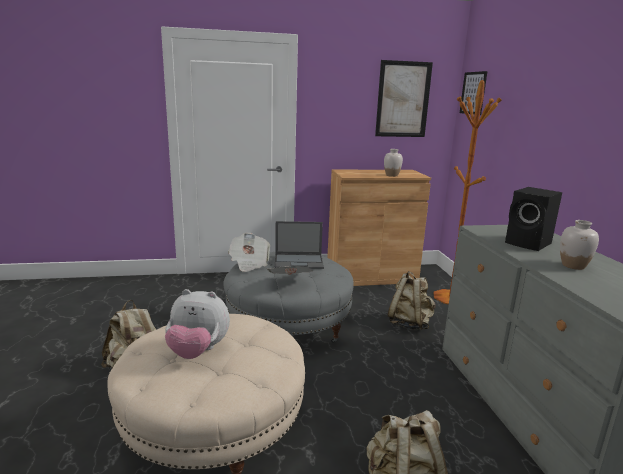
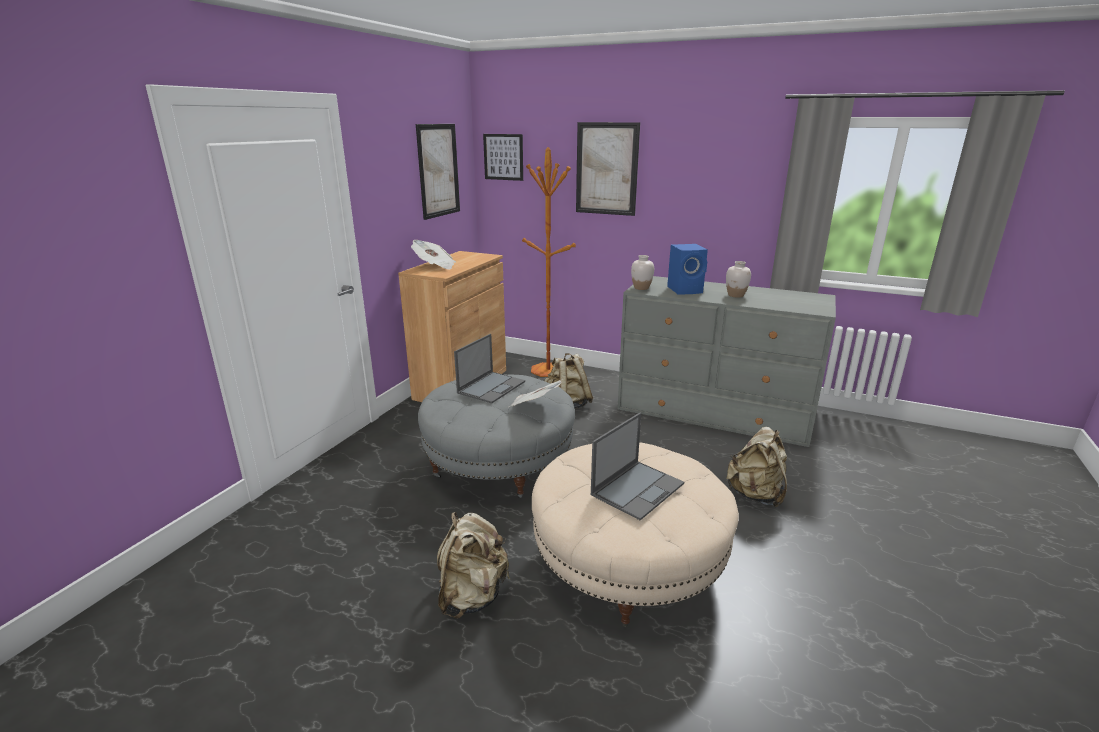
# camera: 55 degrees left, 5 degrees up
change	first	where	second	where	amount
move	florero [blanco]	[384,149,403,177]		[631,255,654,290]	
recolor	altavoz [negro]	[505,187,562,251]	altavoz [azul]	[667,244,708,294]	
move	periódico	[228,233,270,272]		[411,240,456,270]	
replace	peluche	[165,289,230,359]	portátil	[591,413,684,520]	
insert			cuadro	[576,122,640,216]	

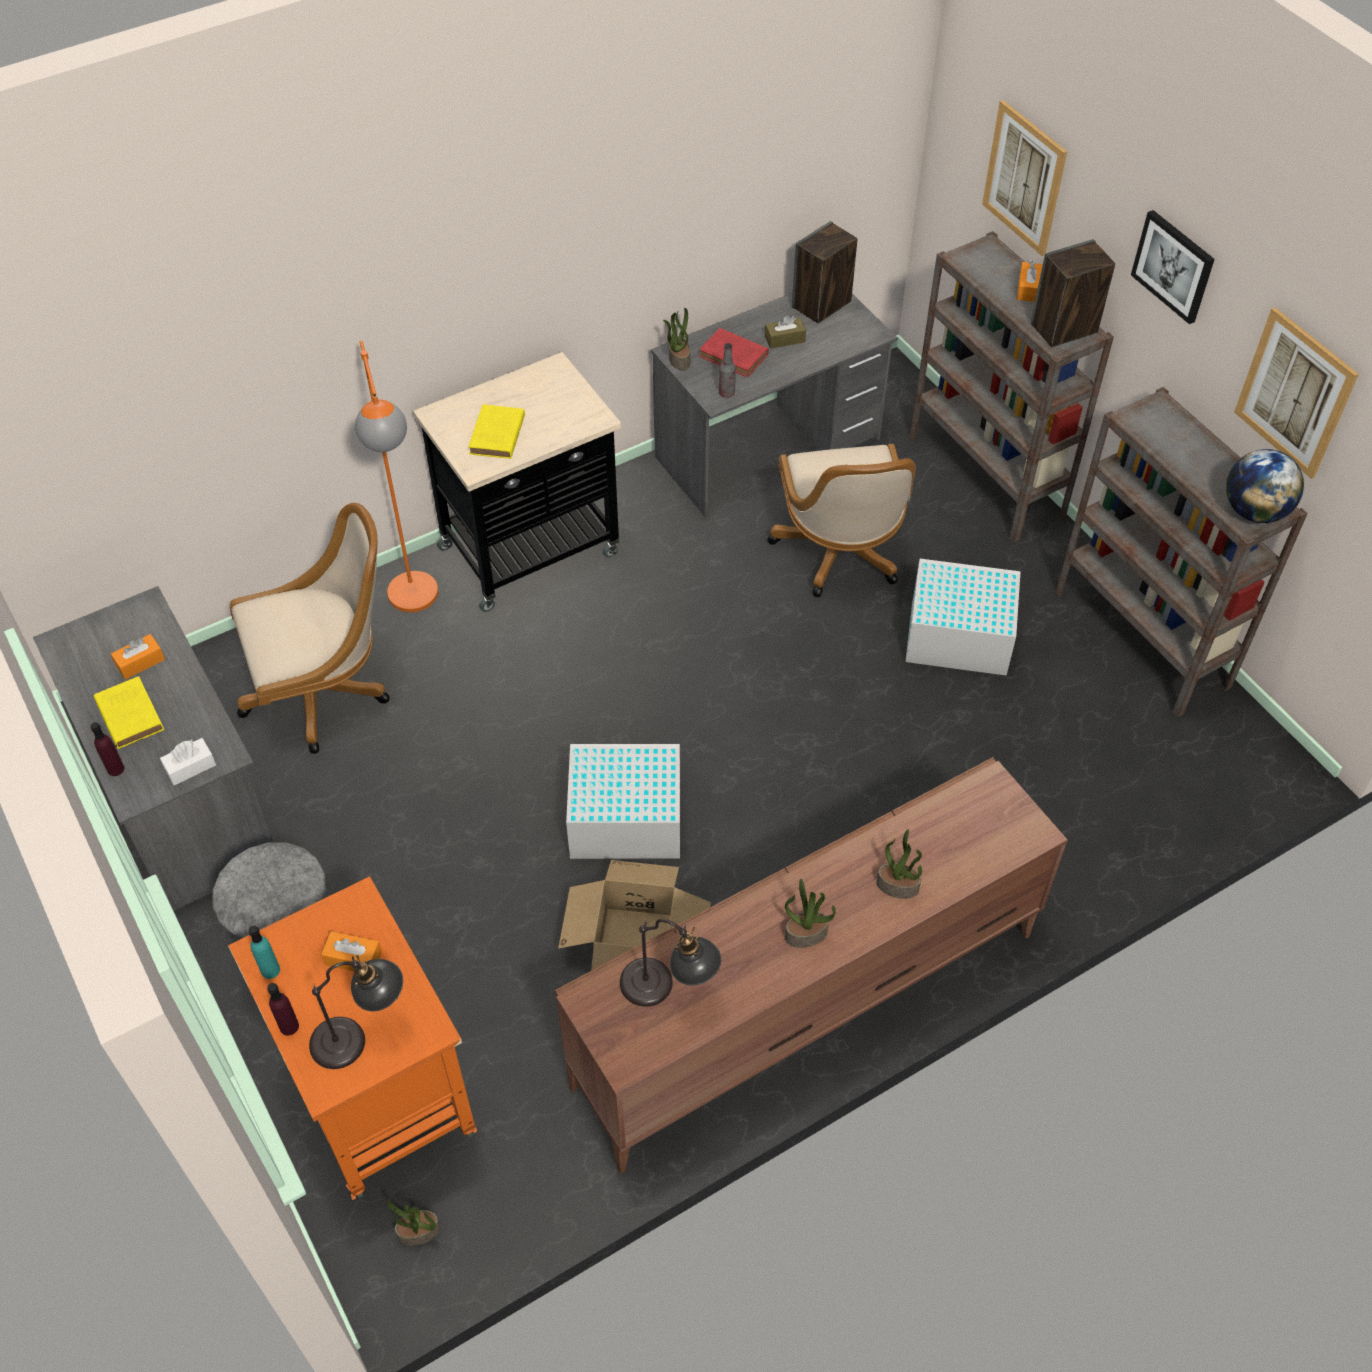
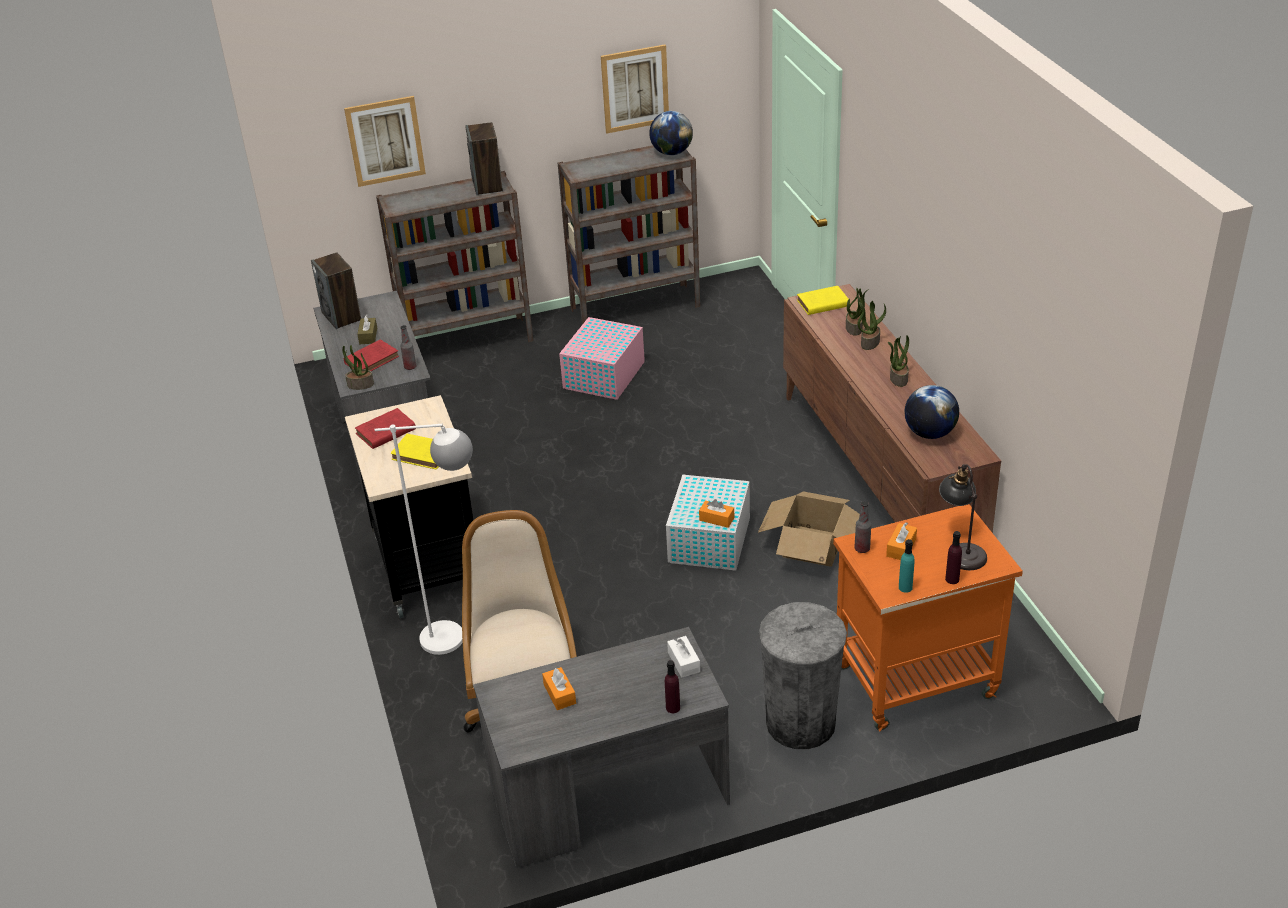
# camera: 75 degrees left, 15 degrees down
change	first	where	second	where	amount
delete	cuadro	[1131,210,1215,324]			
move	caja de pañuelos [naranja]	[1017,260,1043,302]		[699,499,734,528]	
recolor	lámpara de pie [naranja]	[355,341,438,612]	lámpara de pie [blanco]	[375,424,473,655]	
delete	silla de oficina	[767,444,916,597]			
recolor	caja de almacenaje [blanco]	[905,559,1021,676]	caja de almacenaje [rosa]	[559,317,645,400]	
move	libro [amarillo]	[94,676,164,749]		[797,286,848,315]	
replace	lámpara de mesa [gris]	[620,919,721,1007]	globo terráqueo	[905,385,959,439]	
move	planta en maceta	[387,1198,440,1246]		[846,288,869,336]	
insert			libro [rojo]	[355,408,416,449]	
insert			botella	[855,501,871,553]	

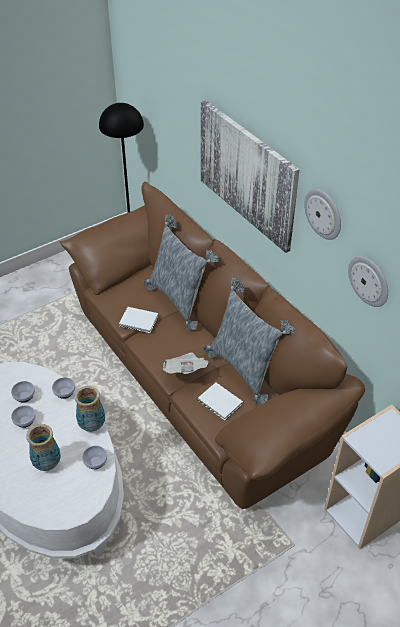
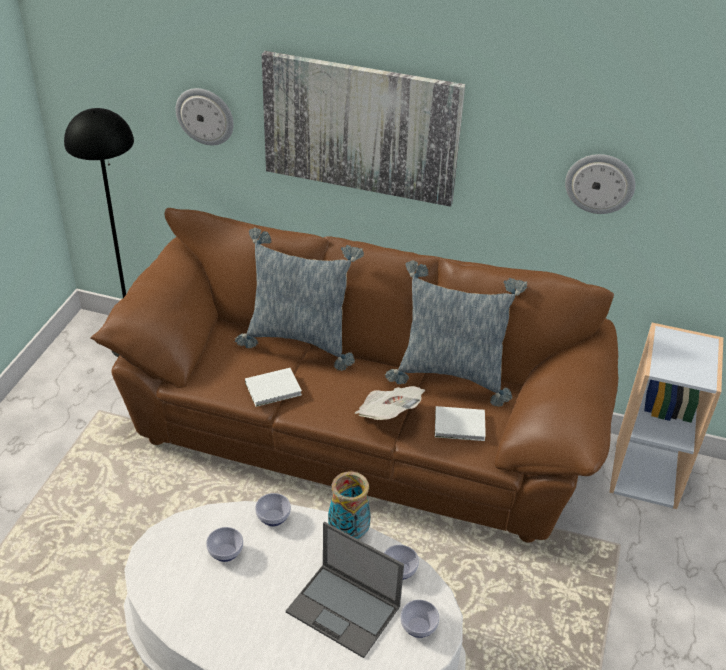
# camera: 40 degrees left, 5 degrees down
change	first	where	second	where	amount
move	reloj de pared	[304,189,341,240]		[176,88,234,145]	
move	cuenco	[11,405,36,428]		[400,600,439,638]	
replace	florero	[27,424,61,471]	portátil	[286,522,404,658]	

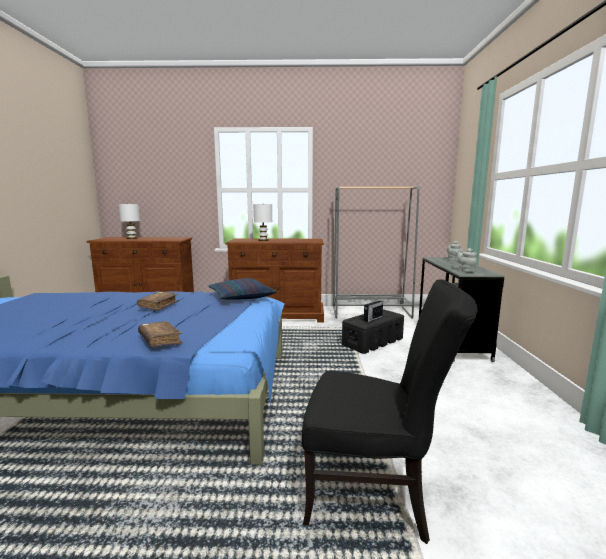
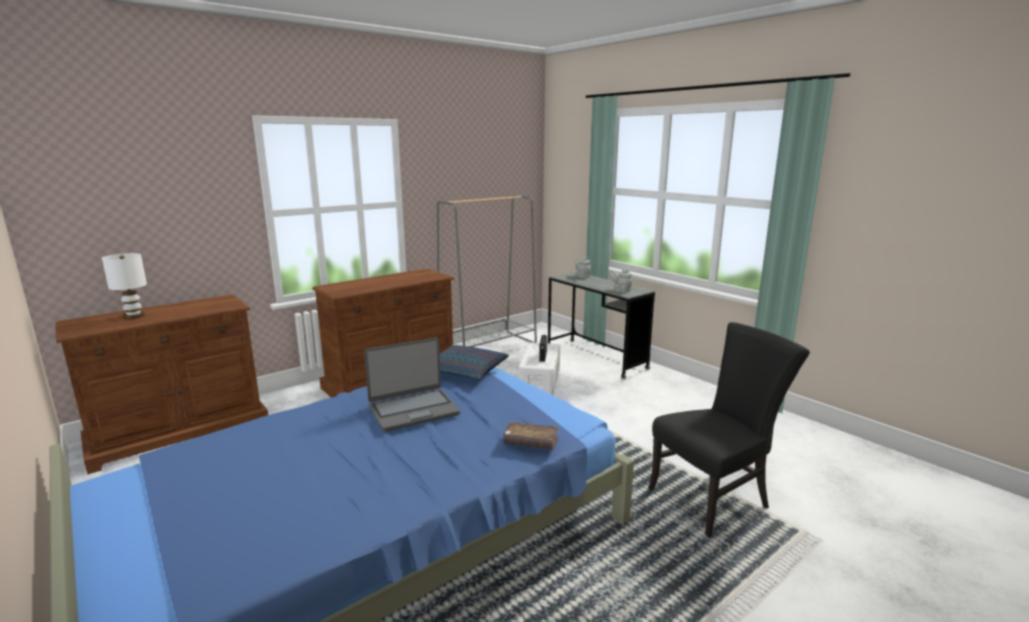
# camera: 40 degrees left, 5 degrees up
change	first	where	second	where	amount
delete	lámpara de mesa [blanco]	[253,204,272,241]			
replace	libro [marrón]	[137,292,178,311]	portátil	[364,338,460,432]	
recolor	caja de almacenaje [negro]	[342,309,404,354]	caja de almacenaje [blanco]	[518,343,560,395]	

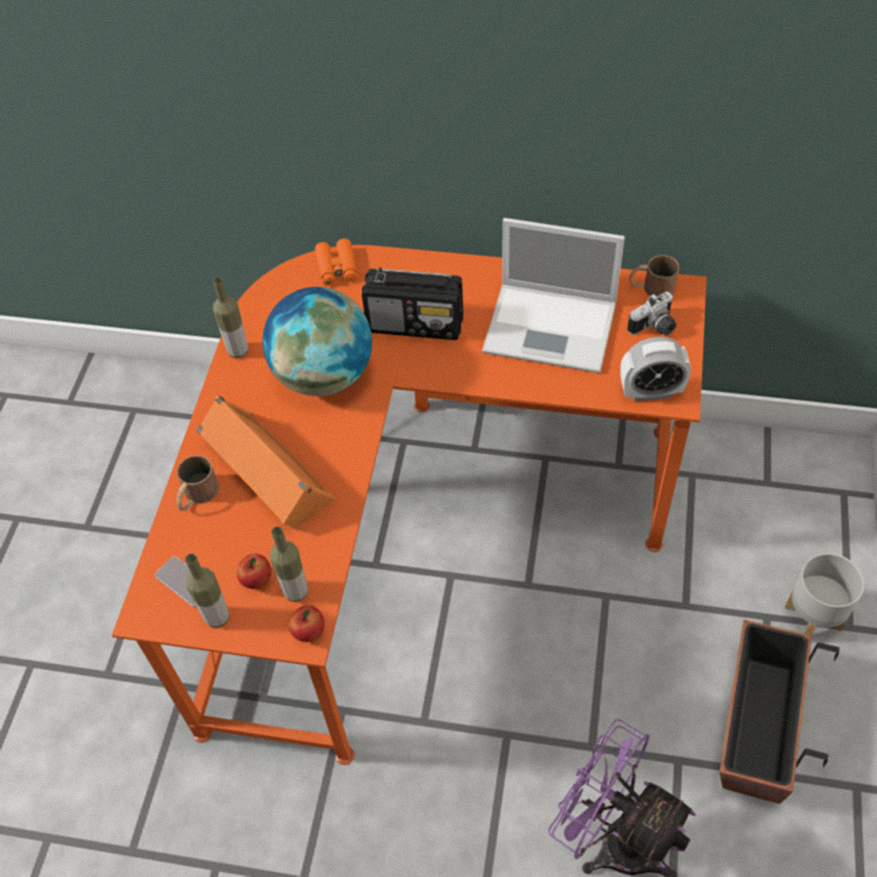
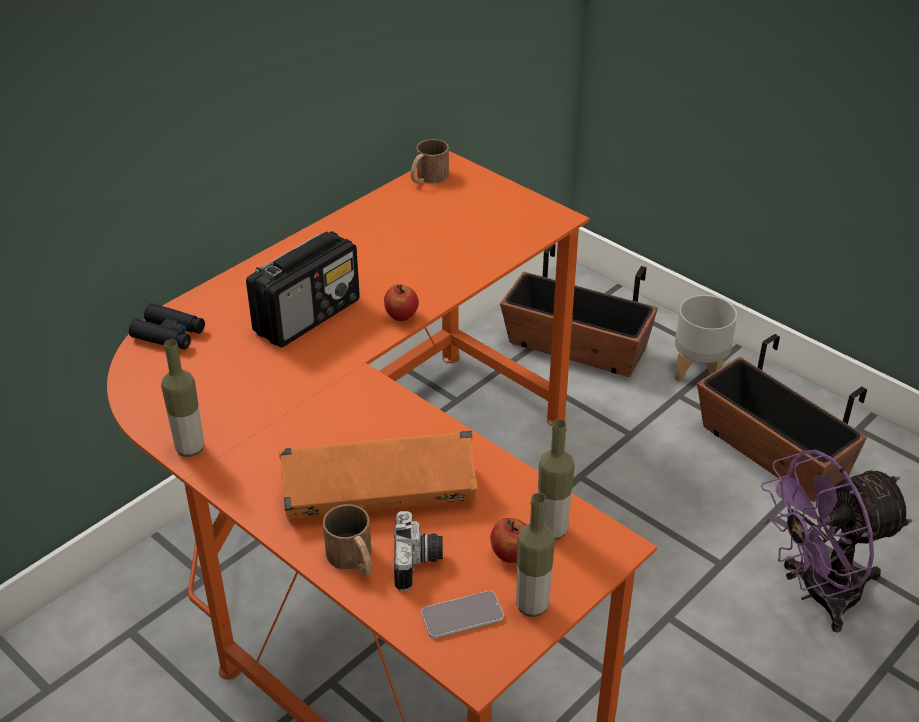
# camera: 60 degrees left, 15 degrees down
change	first	where	second	where	amount
delete	portátil	[482,218,625,373]			
recolor	prismáticos [naranja]	[315,239,357,286]	prismáticos [negro]	[129,303,205,350]	
delete	globo terráqueo	[263,287,372,396]			
move	cámara	[627,292,676,335]		[394,511,443,591]	
delete	despertador	[620,337,691,401]			
move	manzana	[289,605,325,642]		[384,284,419,321]	
insert			maceta	[500,244,658,377]	

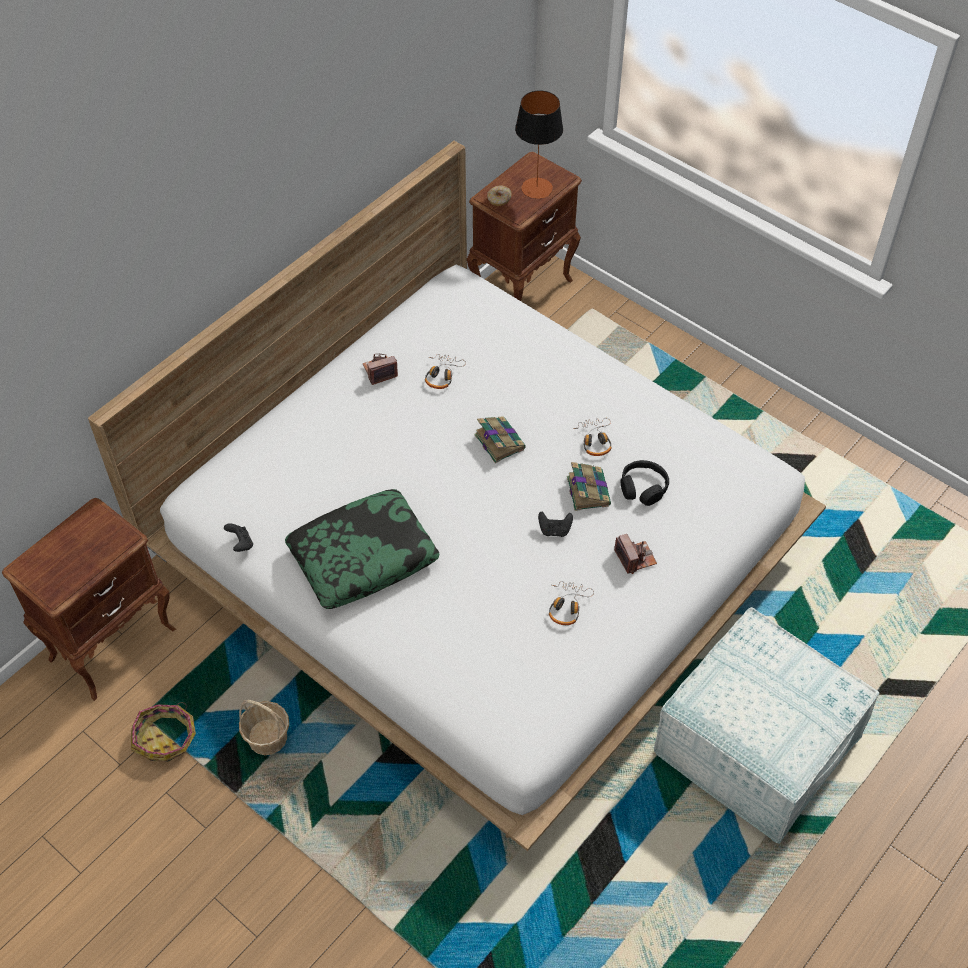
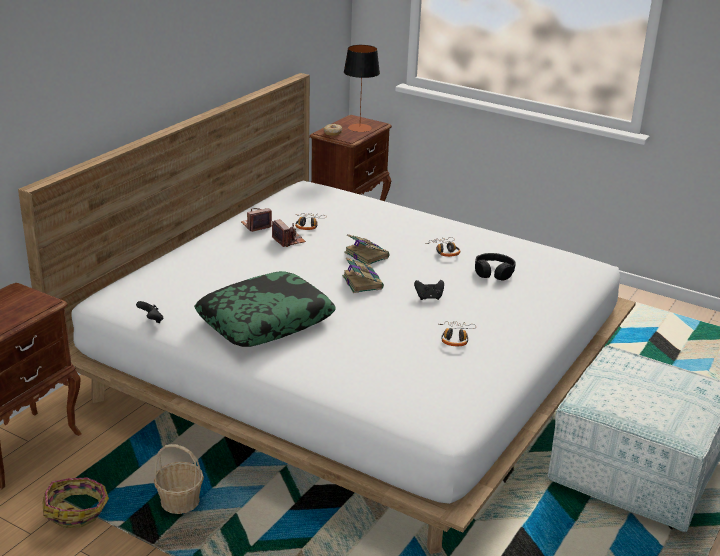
# camera: 10 degrees left, 25 degrees down
change	first	where	second	where	amount
move	libro	[567,462,611,511]		[342,257,384,293]	
move	cámara	[614,534,657,574]		[272,219,306,247]	

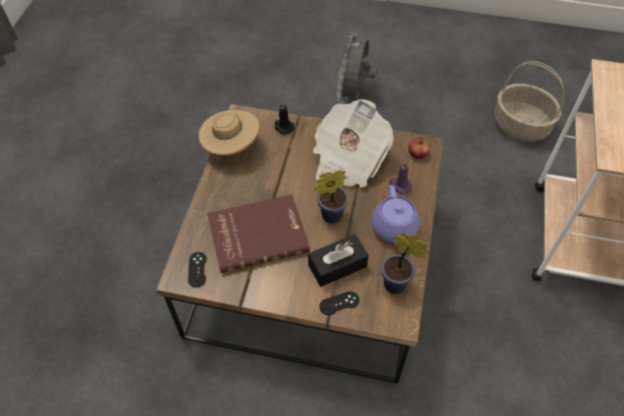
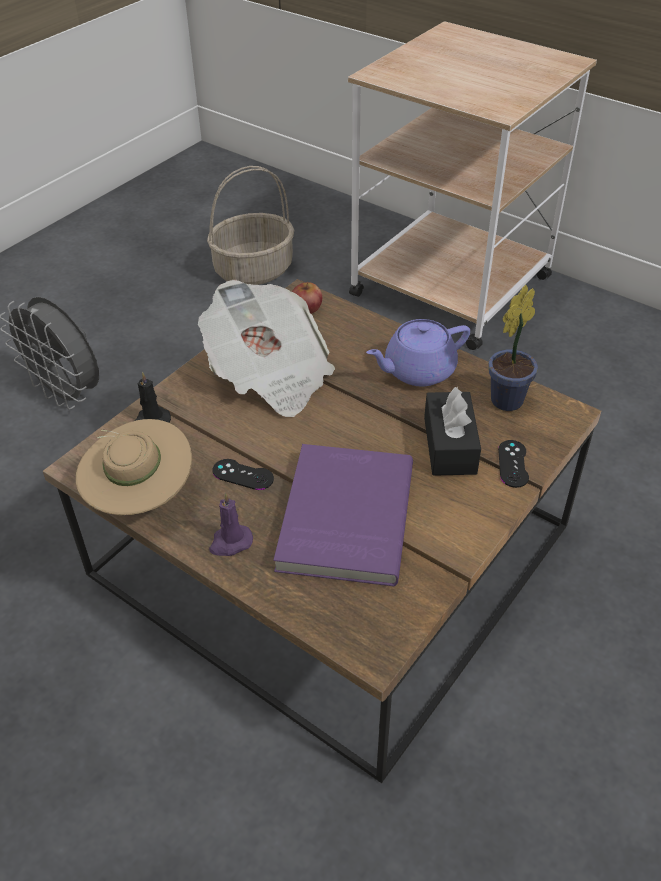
# camera: 65 degrees left, 10 degrees down
change	first	where	second	where	amount
move	vela [morado]	[389,161,412,194]		[209,493,253,556]	
delete	planta en maceta	[314,170,348,224]			
rotate	tetera [morado]	[371,185,420,244]		[366,319,470,387]	135 degrees clockwise
recolor	libro [rojo]	[207,194,310,273]	libro [morado]	[273,444,413,586]	
move	mando de consola [negro]	[188,252,207,287]		[212,459,274,490]	

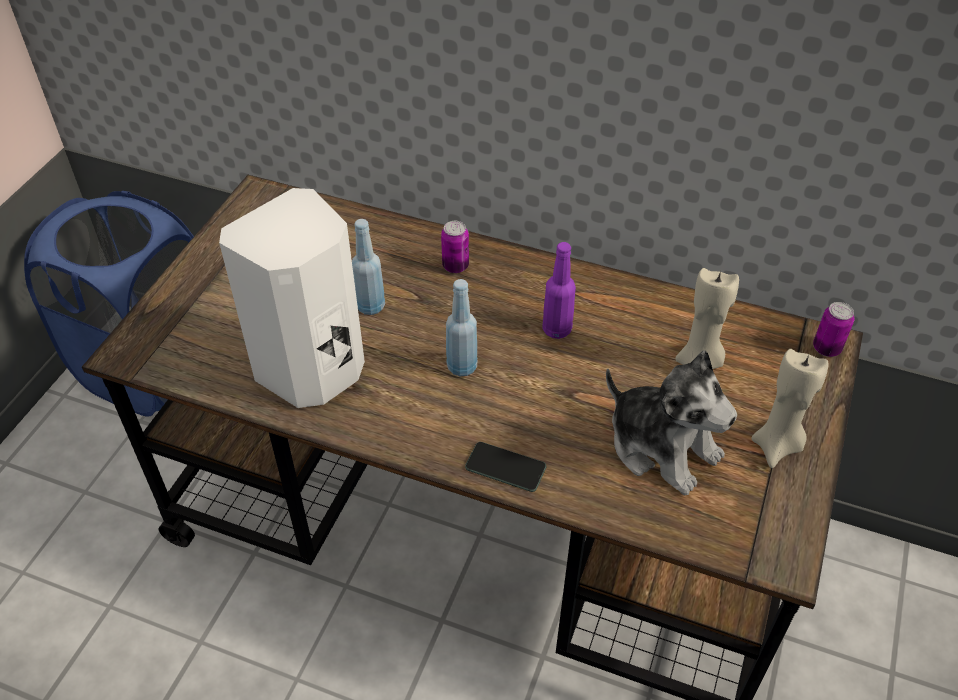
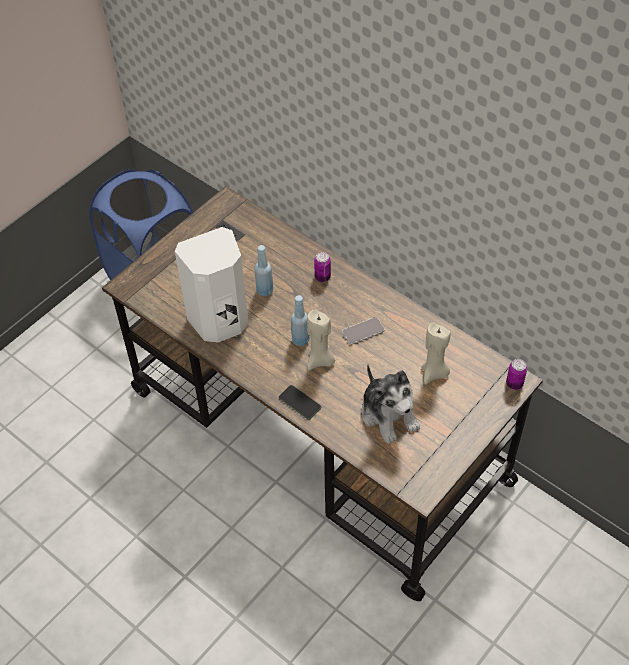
# camera: 20 degrees right, 5 degrees up
change	first	where	second	where	amount
replace	botella [morado]	[542,242,576,339]	móvil	[342,317,384,345]	
move	vela [beis]	[752,349,829,468]		[307,309,335,371]	

